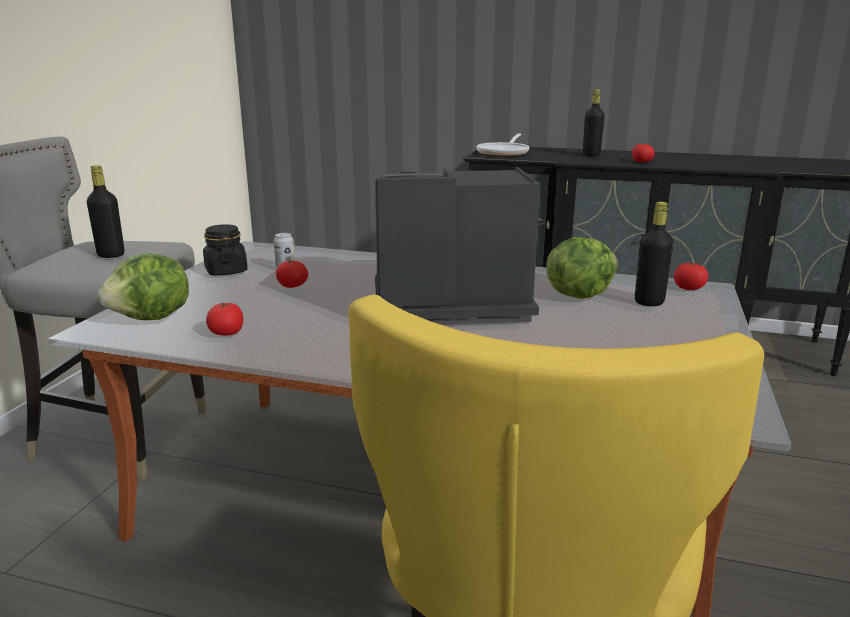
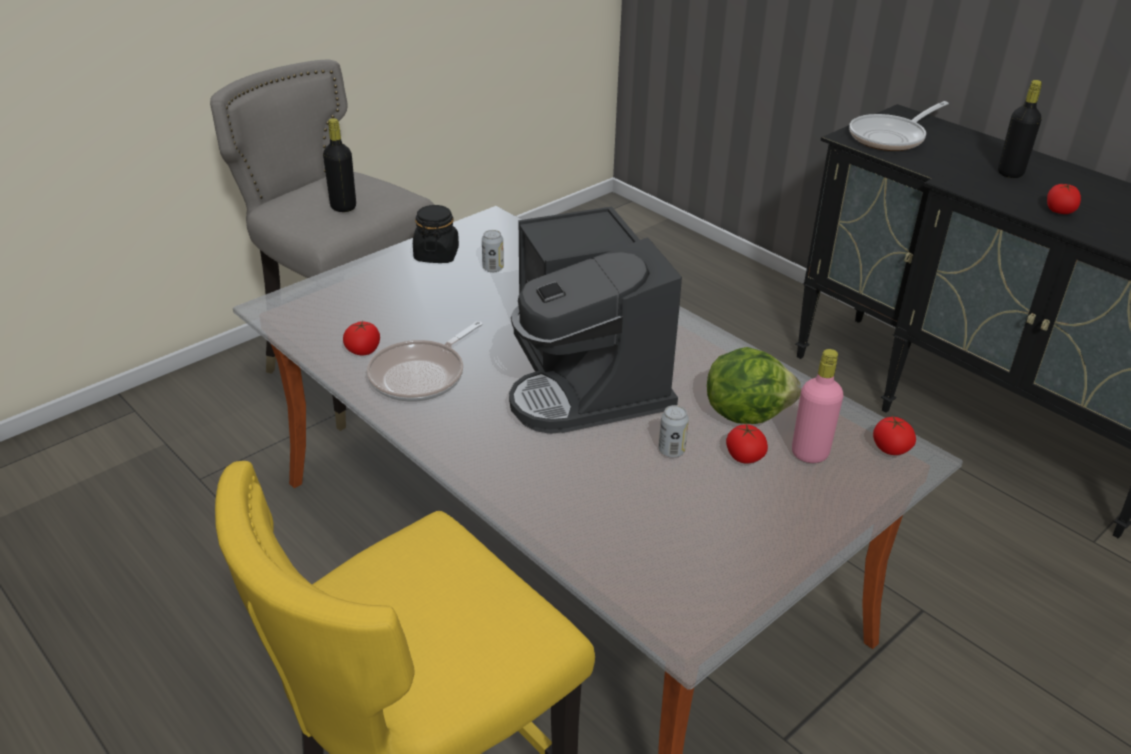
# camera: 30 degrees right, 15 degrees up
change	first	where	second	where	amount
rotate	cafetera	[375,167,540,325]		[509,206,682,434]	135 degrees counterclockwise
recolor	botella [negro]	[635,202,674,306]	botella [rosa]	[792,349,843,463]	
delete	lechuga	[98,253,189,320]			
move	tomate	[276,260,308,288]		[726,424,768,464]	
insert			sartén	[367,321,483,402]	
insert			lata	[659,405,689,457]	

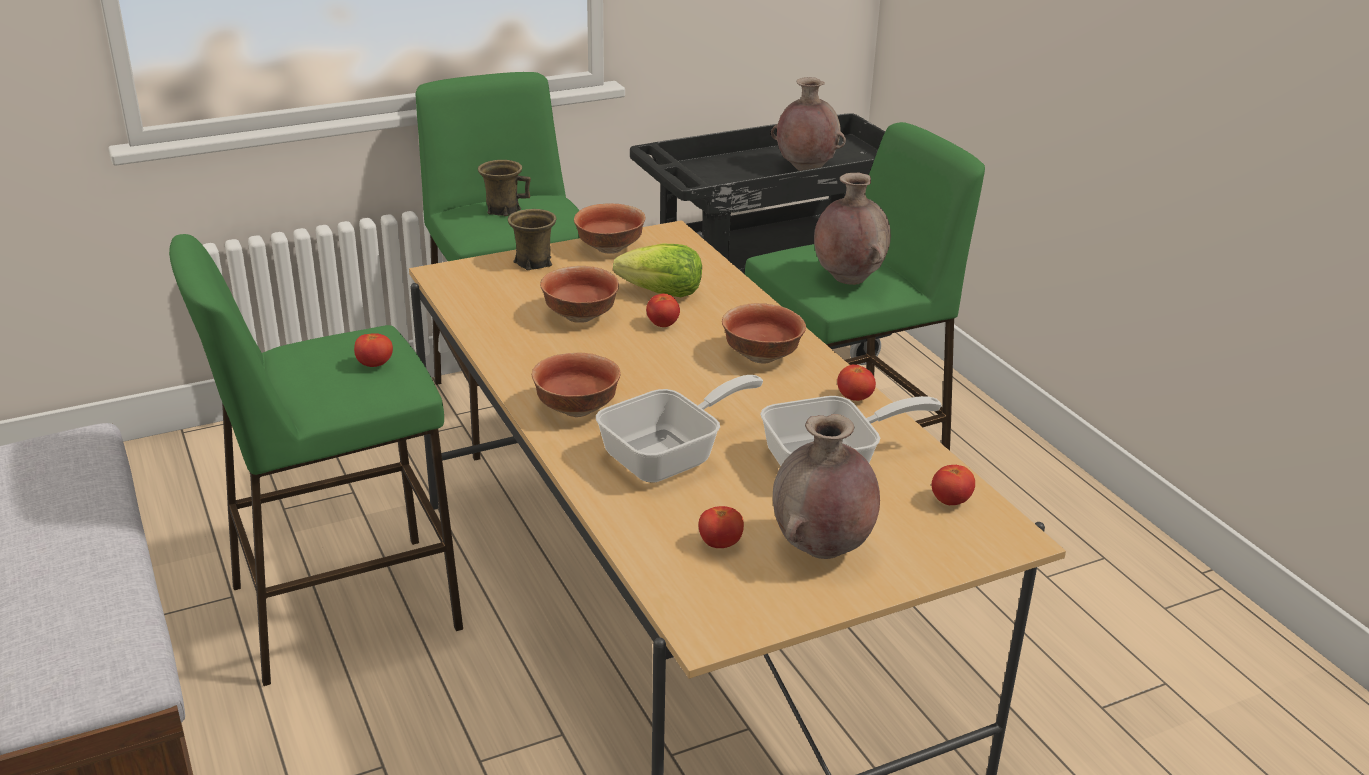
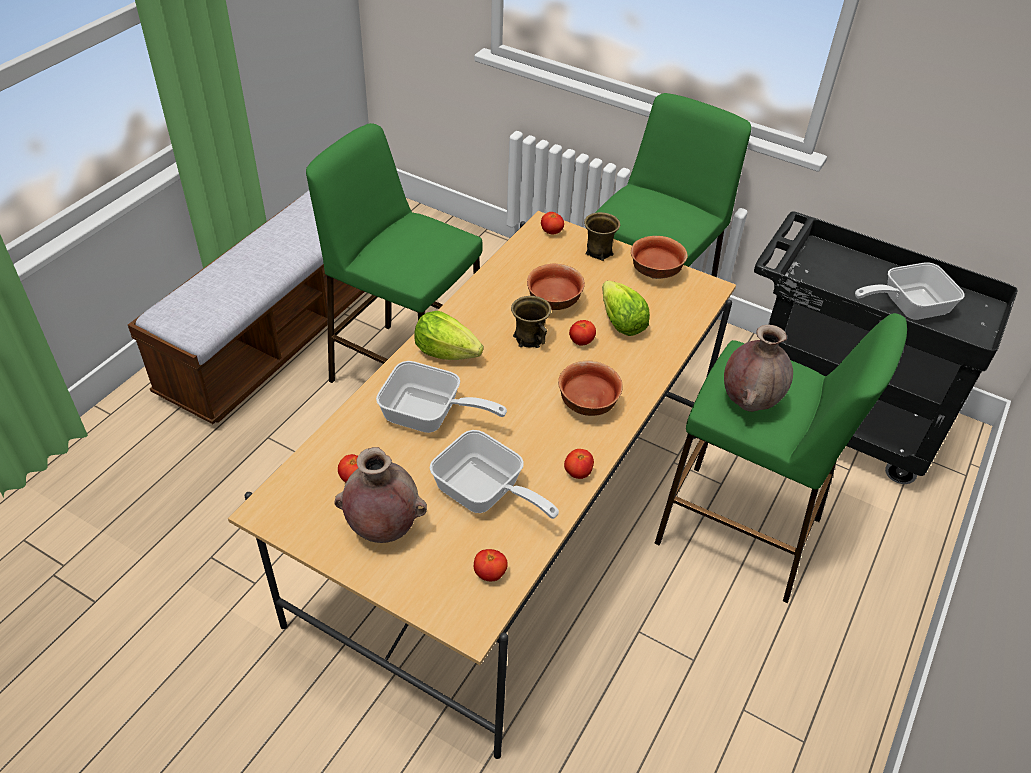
# camera: 55 degrees right, 15 degrees up
change	first	where	second	where	amount
replace	florero [marrón]	[771,77,846,171]	sartén	[855,262,965,320]	
move	taza grande [marrón]	[478,160,531,216]		[511,296,551,348]	
move	tomate	[354,333,393,367]		[541,212,564,234]	
replace	cuenco	[532,353,621,417]	lechuga	[414,311,483,360]	

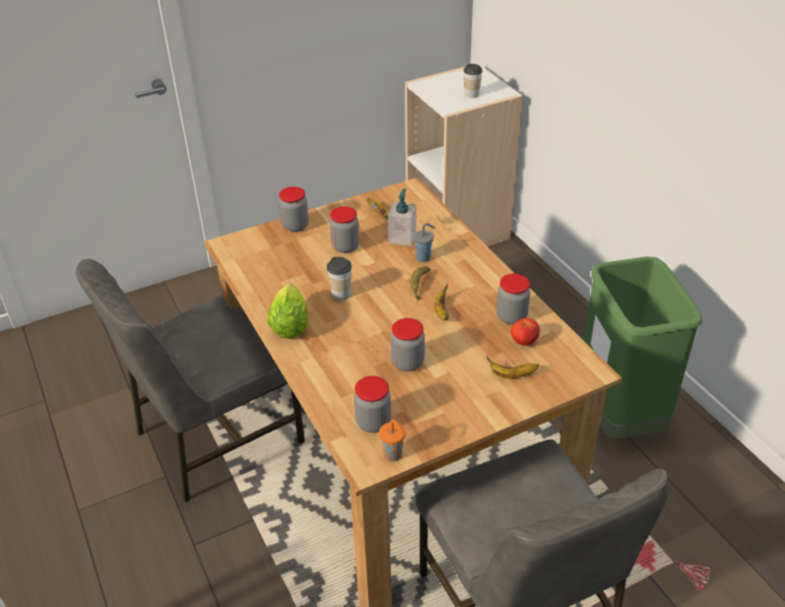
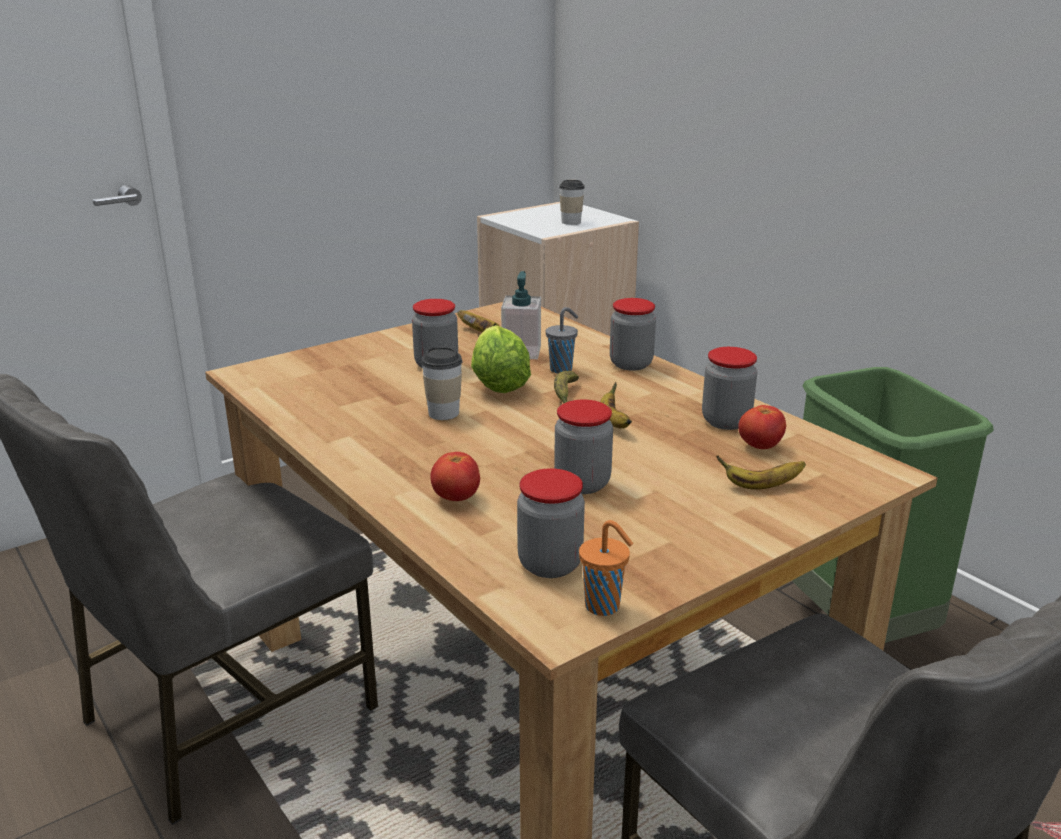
# camera: 10 degrees left, 15 degrees down
change	first	where	second	where	amount
move	tarro	[279,187,309,232]		[610,298,656,371]	
move	lechuga	[267,284,308,339]		[471,325,531,393]	
insert			tomate	[430,452,480,501]	

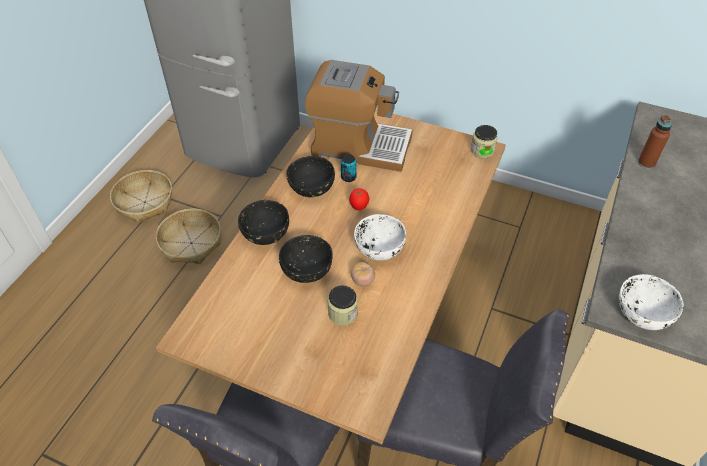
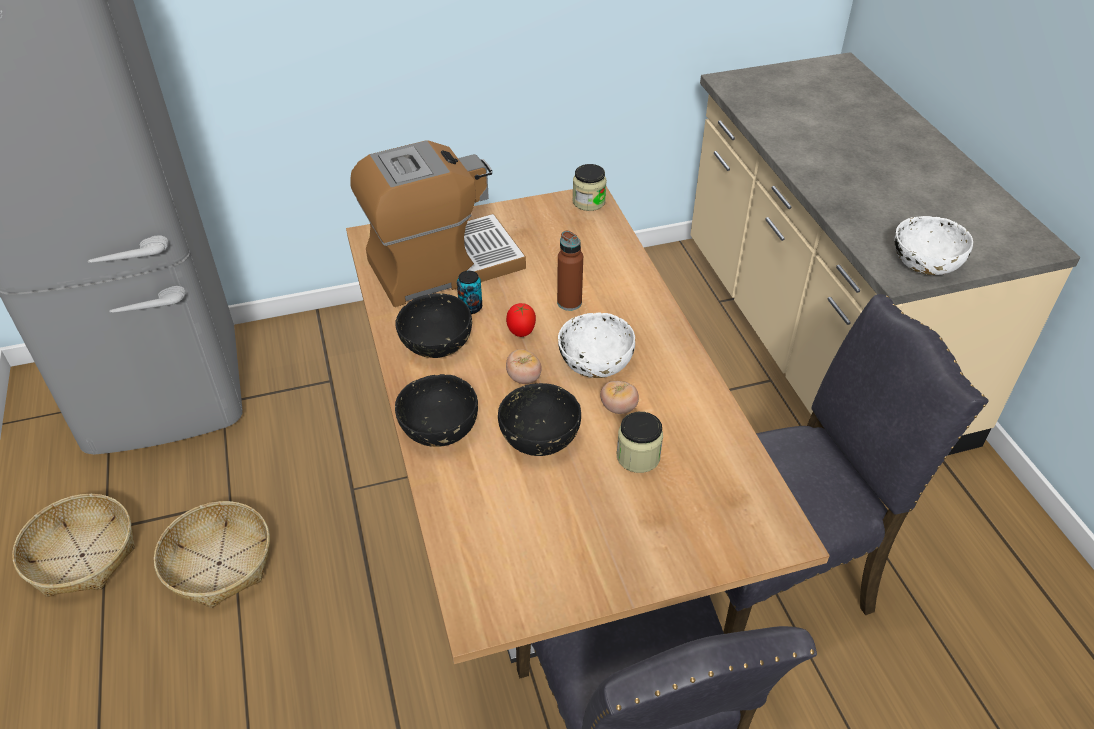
# camera: 40 degrees left, 5 degrees down
change	first	where	second	where	amount
move	botella [marrón]	[638,115,672,169]		[557,231,583,311]	
insert			tomate	[506,349,542,384]	

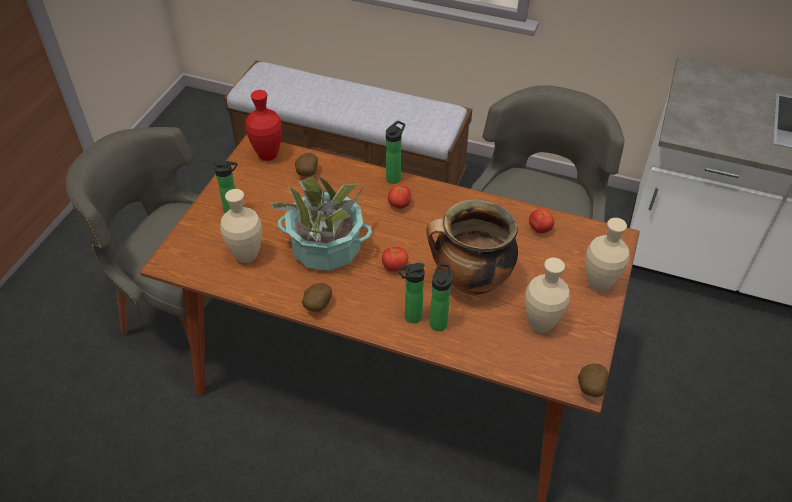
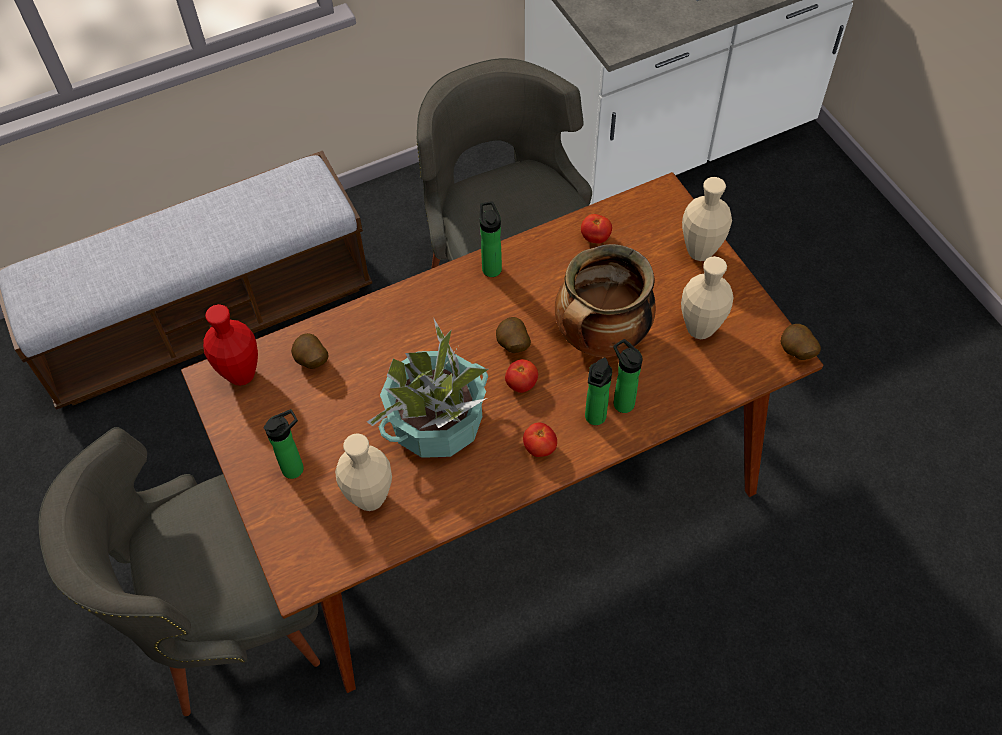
# camera: 45 degrees left, 10 degrees up
change	first	where	second	where	amount
move	botella	[386,121,405,184]		[480,201,502,277]	
move	tomate	[388,185,411,209]		[523,423,557,457]	
move	patata	[302,283,332,312]		[496,317,531,353]	

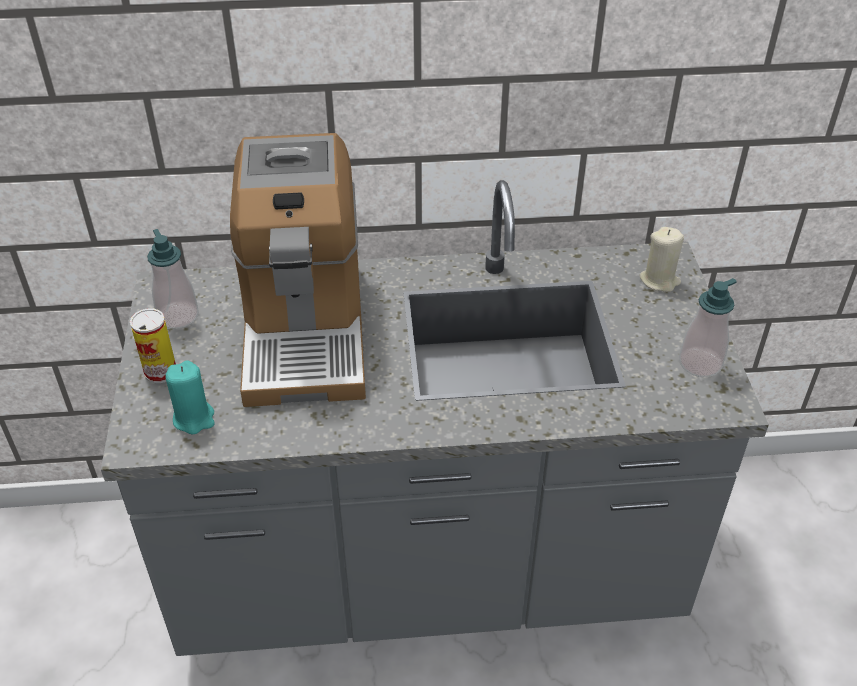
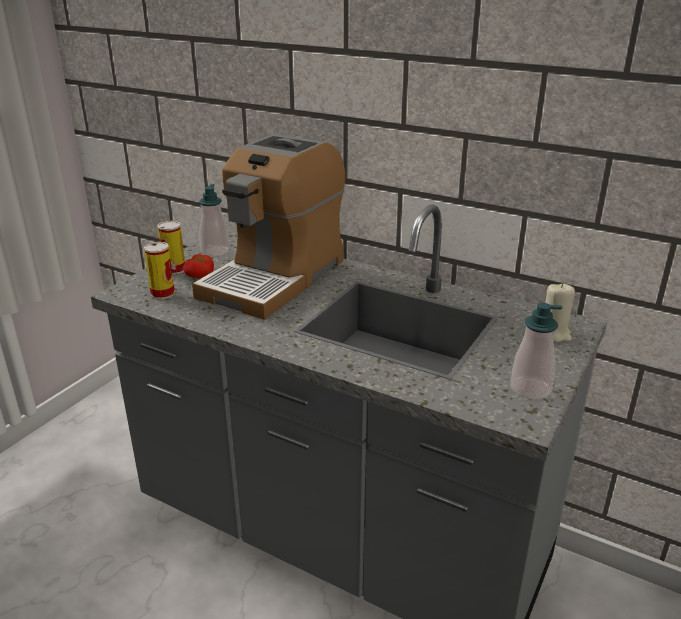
# camera: 35 degrees right, 15 degrees down
change	first	where	second	where	amount
replace	vela [turquesa]	[165,360,215,434]	lata	[144,242,175,299]	
insert			tomate	[183,254,214,279]	

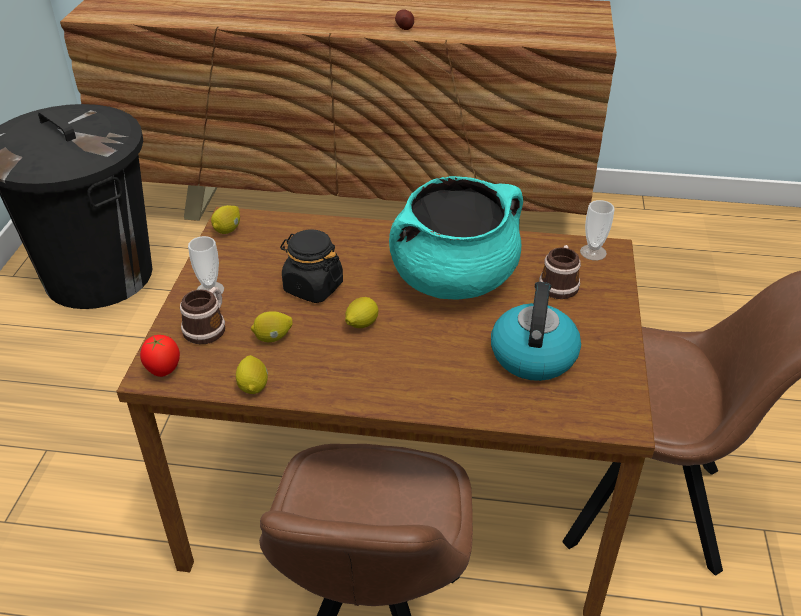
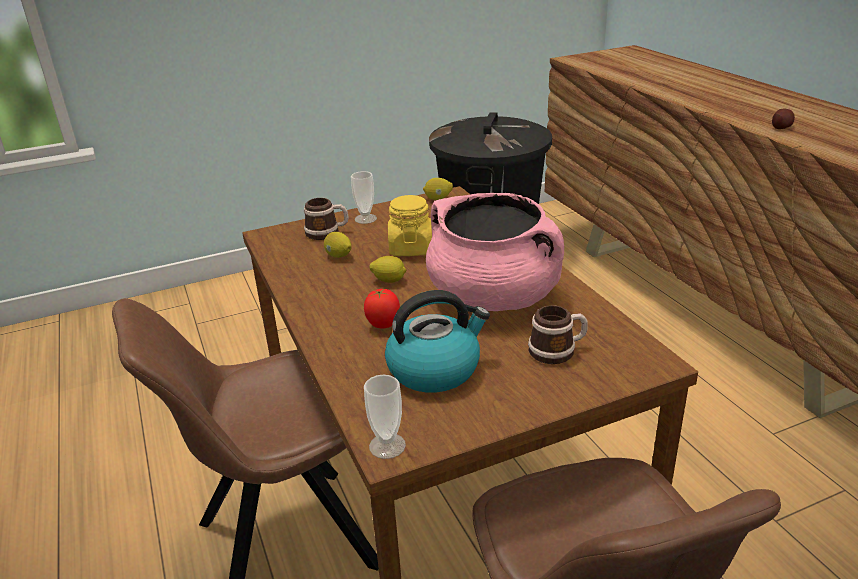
# camera: 60 degrees right, 10 degrees down
change	first	where	second	where	amount
recolor	olla [turquesa]	[389,176,523,300]	olla [rosa]	[426,193,564,311]	
move	taza	[580,200,615,260]		[364,375,406,459]	
recolor	tarro [negro]	[280,229,343,303]	tarro [amarillo]	[388,195,432,256]	
move	tomate	[140,335,180,377]		[364,289,400,329]	
delete	limón	[236,355,268,394]			

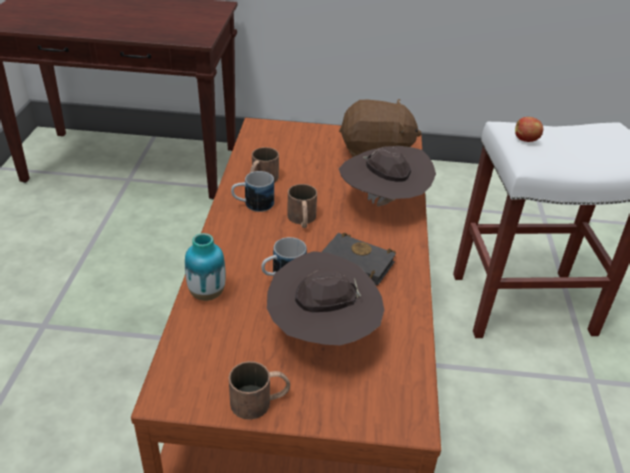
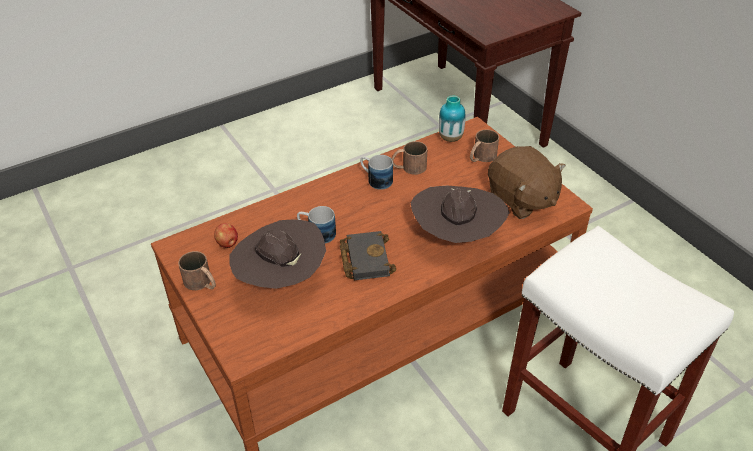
# camera: 55 degrees right, 5 degrees up
change	first	where	second	where	amount
move	manzana	[515,117,543,142]		[214,223,238,248]	
move	taza grande [marrón]	[287,184,317,228]		[470,129,499,162]	
move	florero	[185,233,226,301]		[439,96,465,142]	

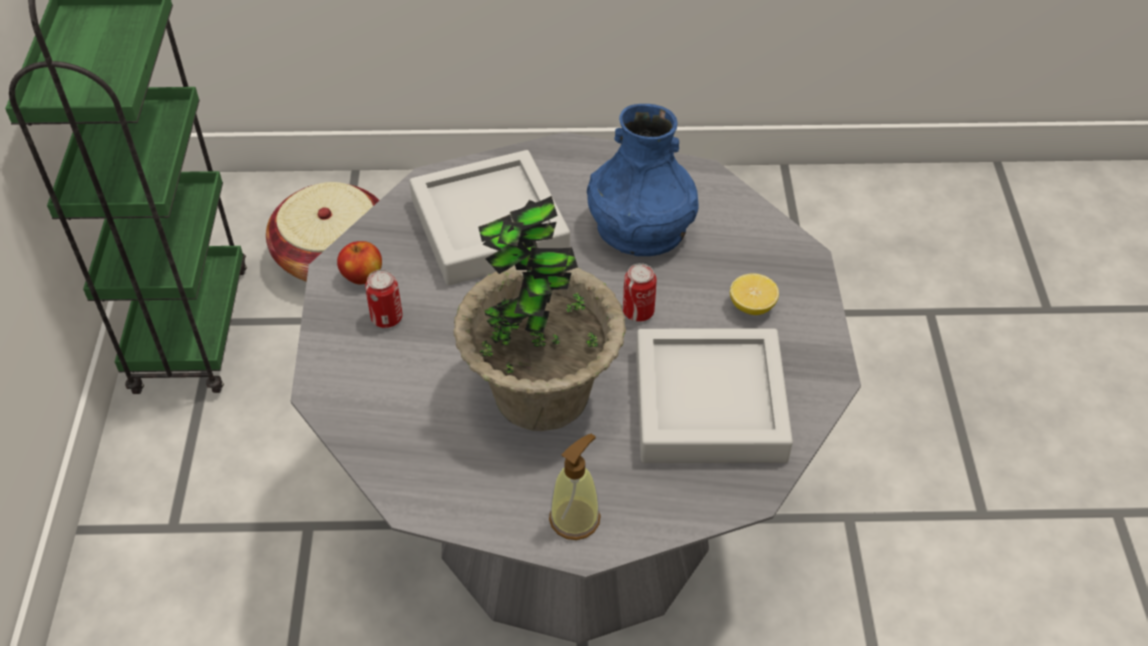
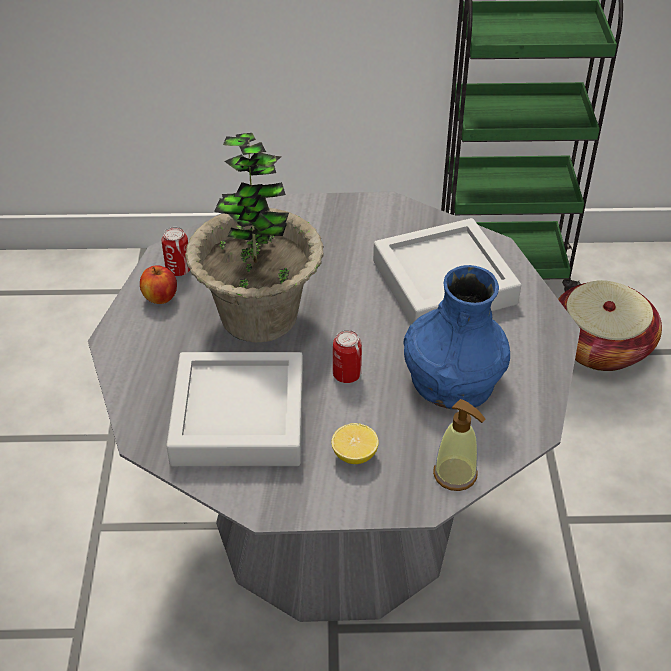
# camera: 90 degrees right, 5 degrees down
change	first	where	second	where	amount
move	manzana	[337,241,382,284]		[140,265,177,304]	
move	lata	[365,270,403,328]		[161,227,190,276]	
move	dispensador de jabón	[549,434,601,540]		[433,399,485,491]	

